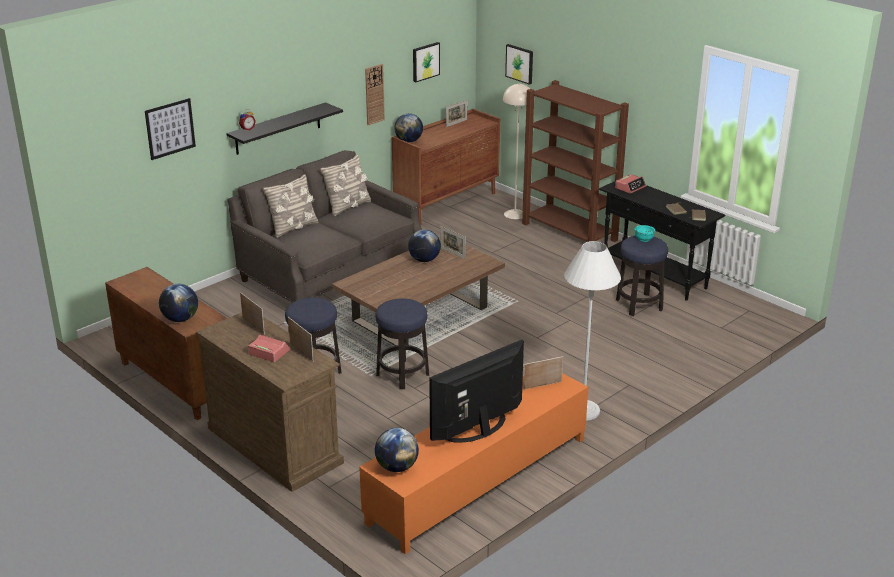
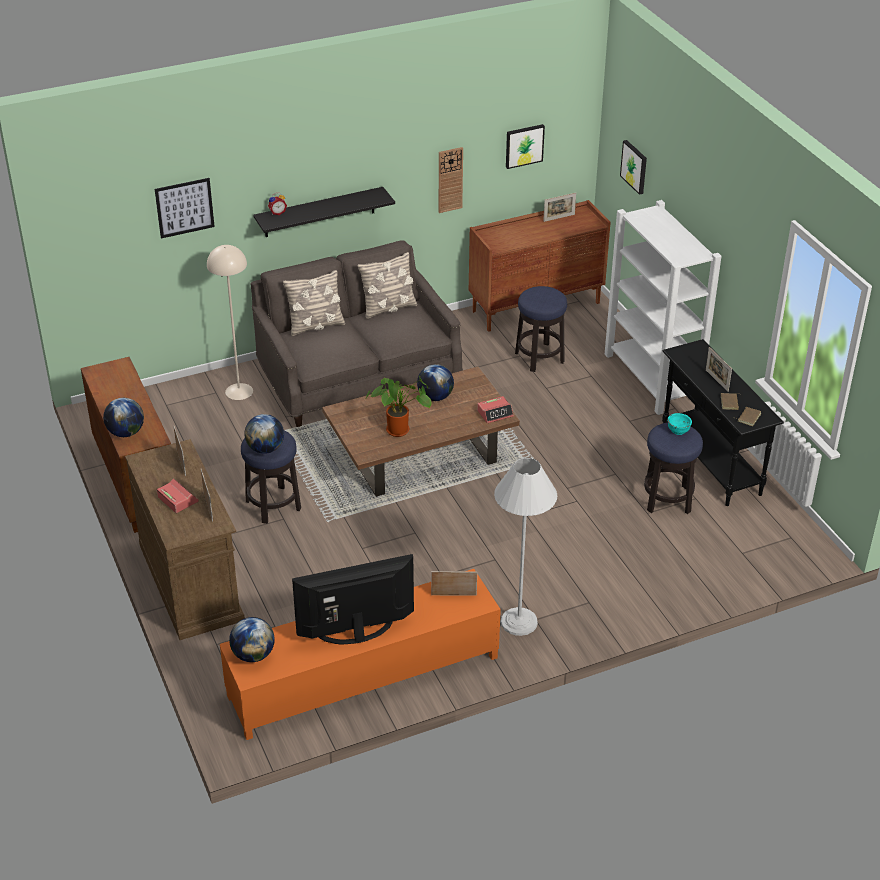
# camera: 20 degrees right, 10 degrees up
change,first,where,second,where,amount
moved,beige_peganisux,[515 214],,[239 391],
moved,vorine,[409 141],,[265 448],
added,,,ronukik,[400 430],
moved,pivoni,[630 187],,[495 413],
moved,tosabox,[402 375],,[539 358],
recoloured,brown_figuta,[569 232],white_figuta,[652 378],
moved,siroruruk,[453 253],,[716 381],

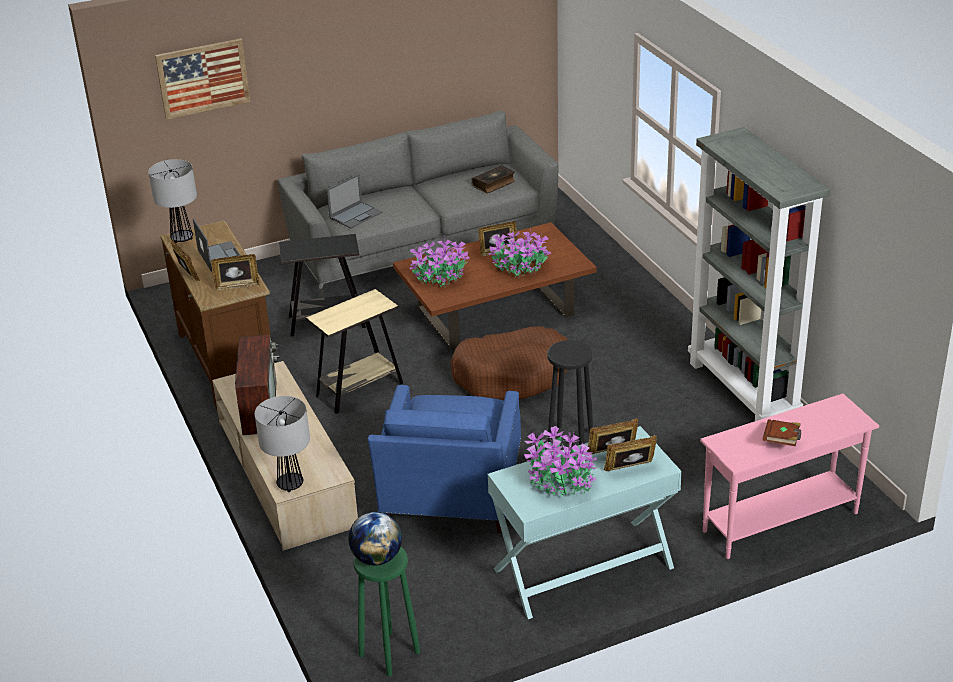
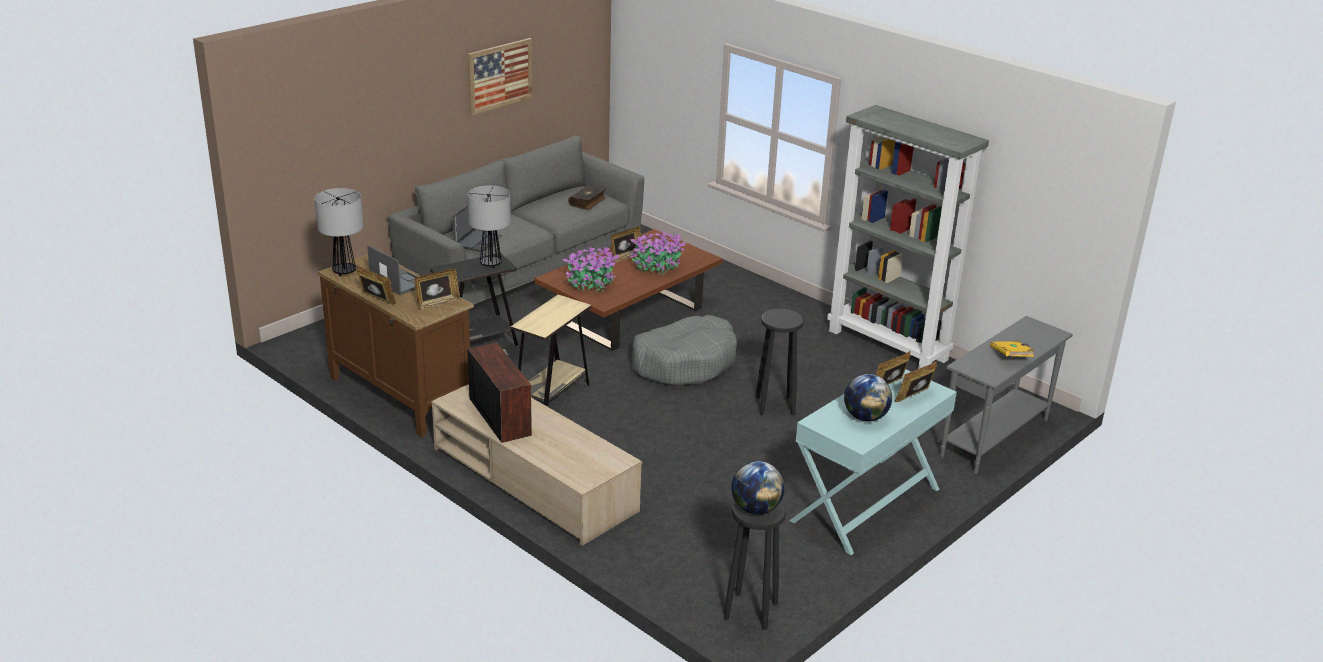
# camera: 25 degrees left, 5 degrees down
change,first,where,second,where,amount
moved,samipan,[290 485],,[491 264],
moved,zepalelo,[203 78],,[500 76],
recoloured,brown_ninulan,[512 375],grey_ninulan,[684 363],
recoloured,green_tosabox,[389 653],black_tosabox,[750 610],
replaced,ronukik,[560 482],vorine,[865 417],
recoloured,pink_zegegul,[780 523],grey_zegegul,[995 439],
recoloured,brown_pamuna,[782 441],yellow_pamuna,[1011 357],
removed,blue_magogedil,[451 491],,,

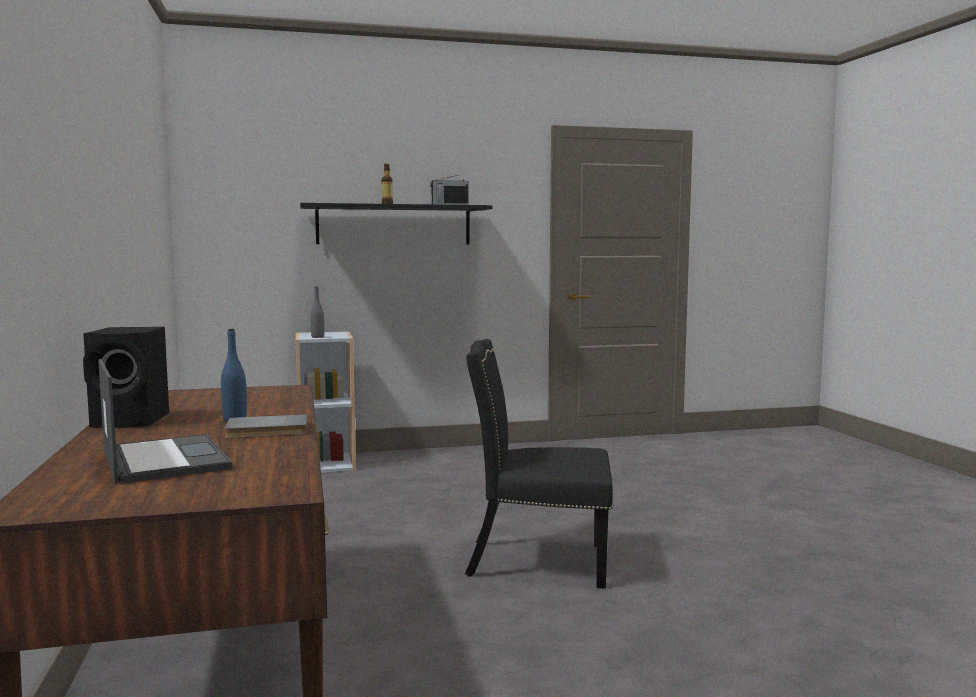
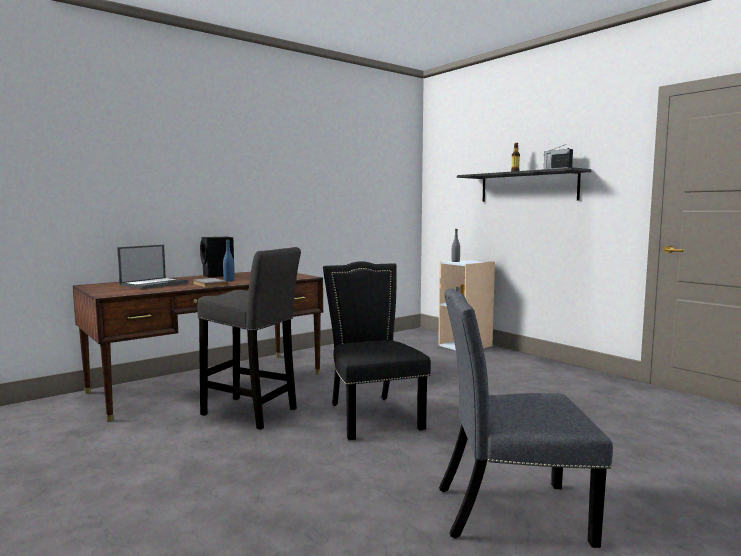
# camera: 65 degrees right, 0 degrees up
change,first,where,second,where,amount
added,,,grey_tosabox,[252 413],
added,,,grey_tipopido,[514 512],

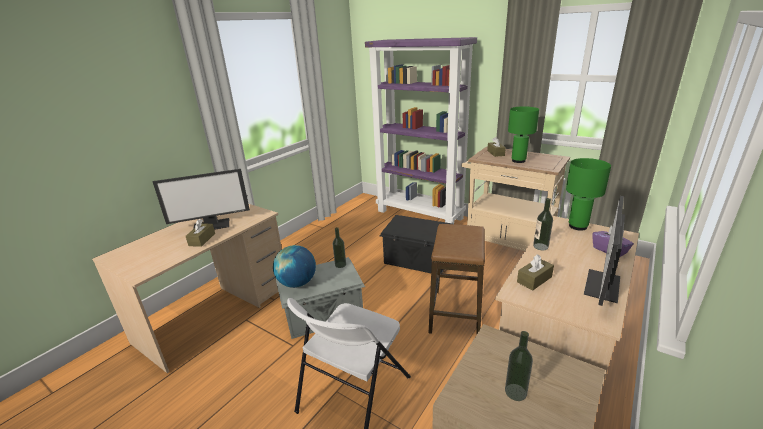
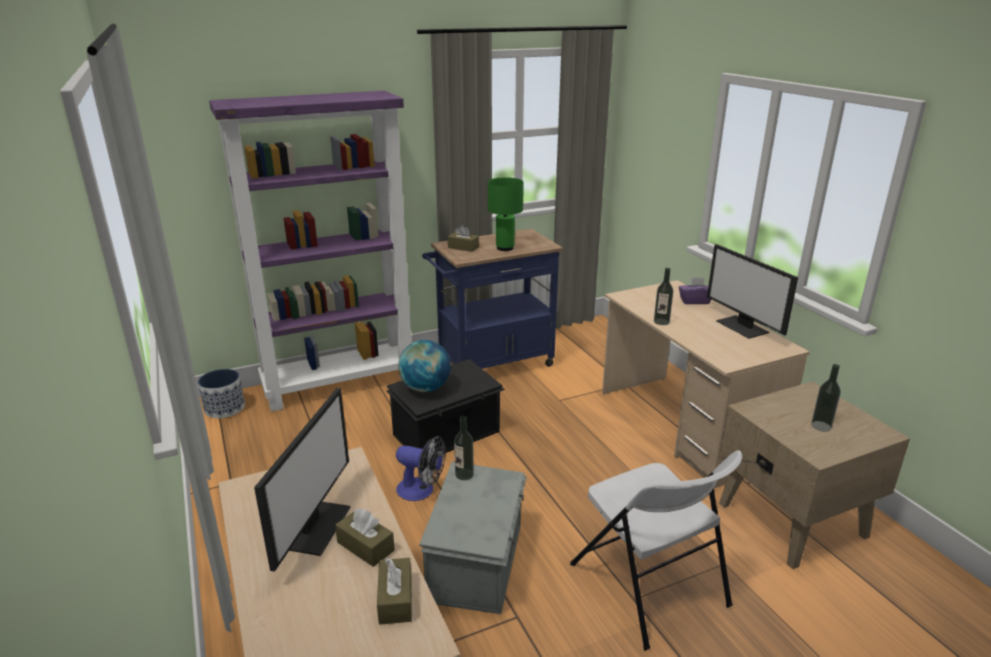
# camera: 60 degrees left, 0 degrees up
change,first,where,second,where,amount
added,,,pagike,[225 408],
moved,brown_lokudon,[534 279],,[395 599],
added,,,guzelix,[421 490],
moved,vorine,[297 283],,[425 388],
recoloured,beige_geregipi,[505 244],blue_geregipi,[491 364],
removed,tosabox,[455 313],,,
removed,green_samipan,[578 226],,,

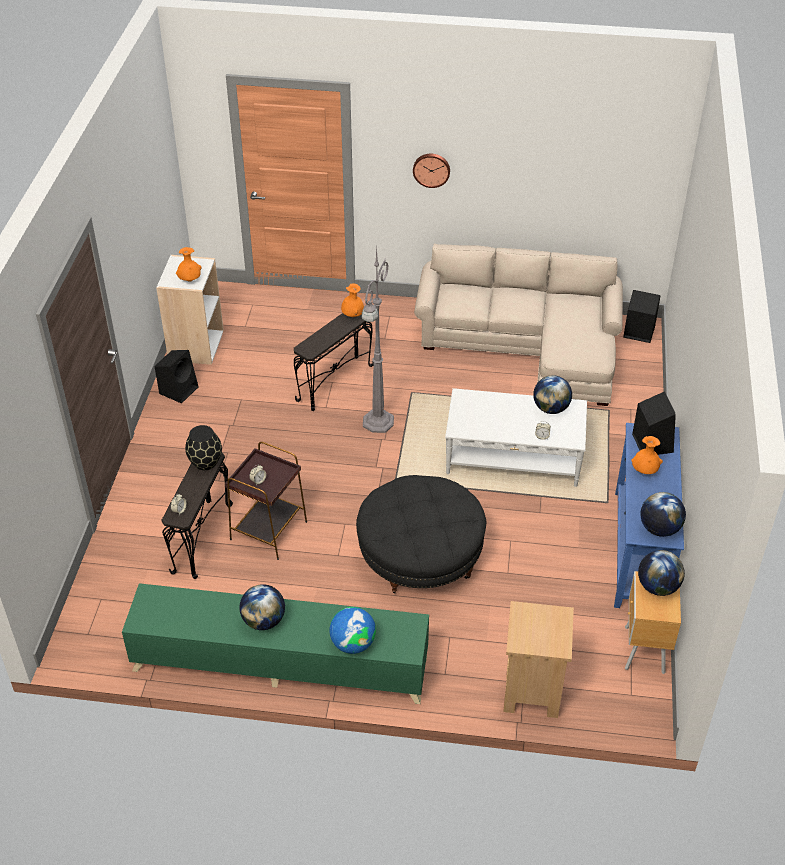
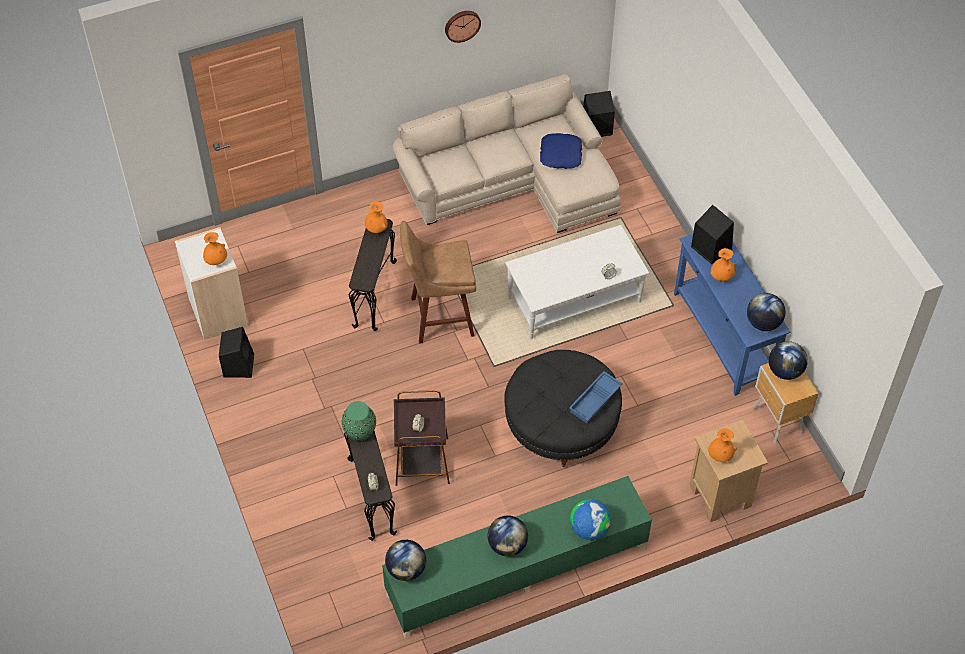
# camera: 30 degrees left, 10 degrees up
change,first,where,second,where,amount
recoloured,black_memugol,[205 463],green_memugol,[360 432],
moved,vorine,[551 408],,[406 569],
replaced,grey_peganisux,[377 423],brown_tosabox,[439 317],
moved,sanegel,[431 169],,[462 25],
added,,,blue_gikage,[561 155],
added,,,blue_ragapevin,[595 400],
added,,,orange_memugol,[720 456],

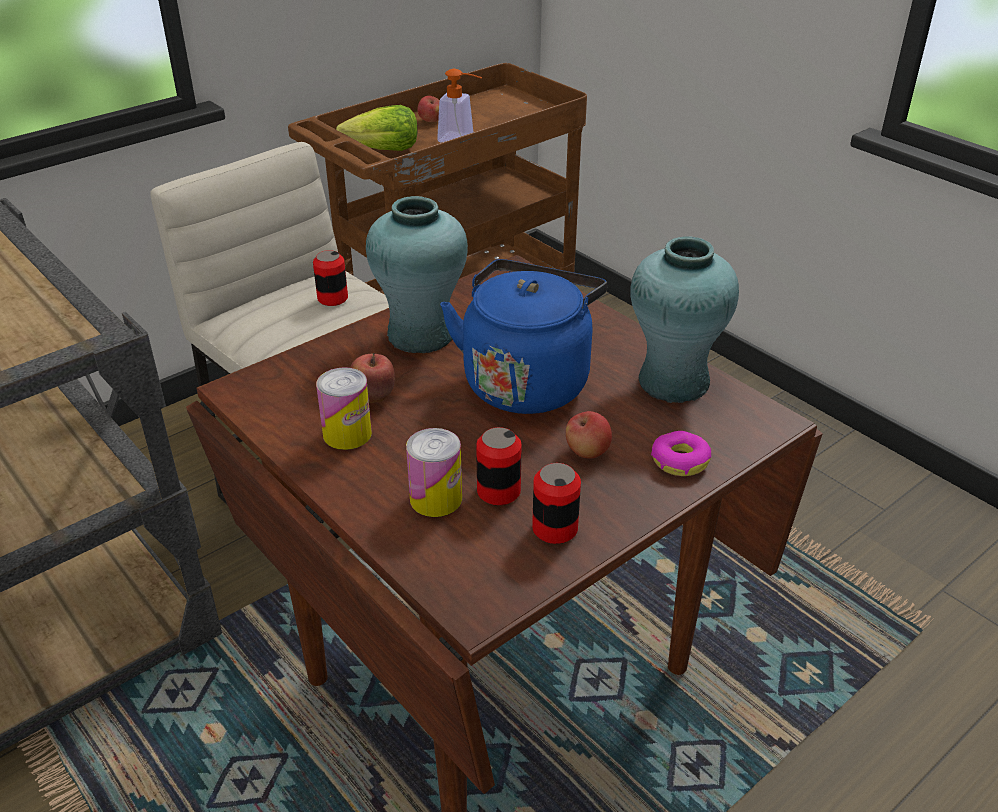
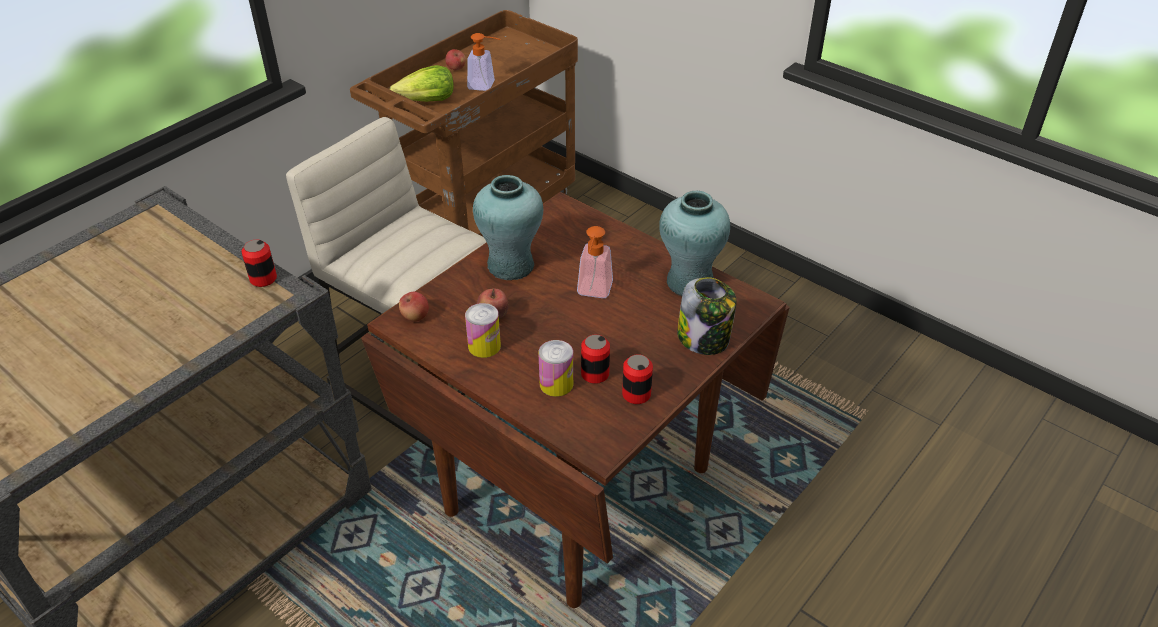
# camera: 10 degrees left, 5 degrees up
change,first,where,second,where,amount
moved,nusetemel,[332 298],,[263 279],
moved,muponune,[587 452],,[415 317],
replaced,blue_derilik,[527 381],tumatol,[593 292],
replaced,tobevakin,[679 461],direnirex,[704 339],

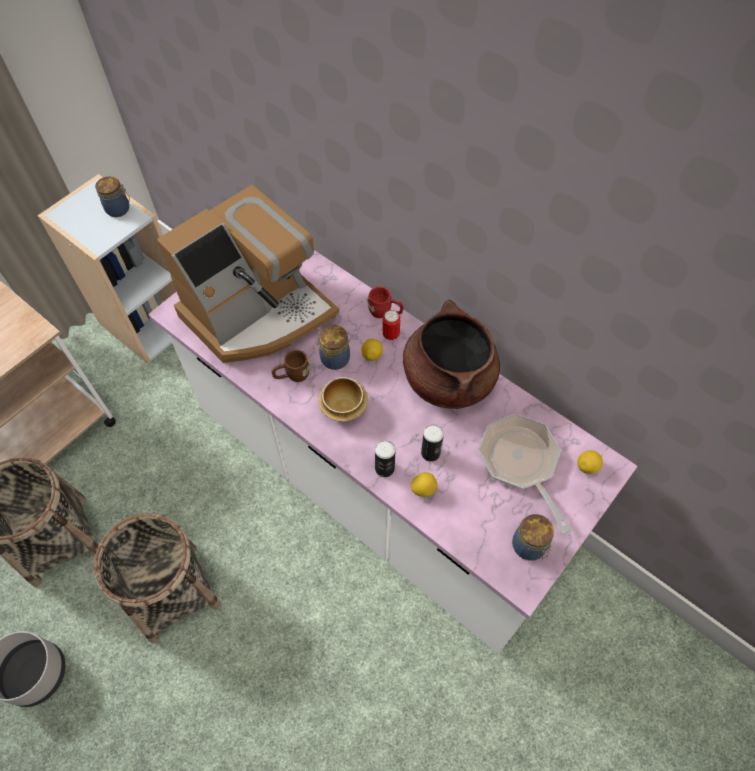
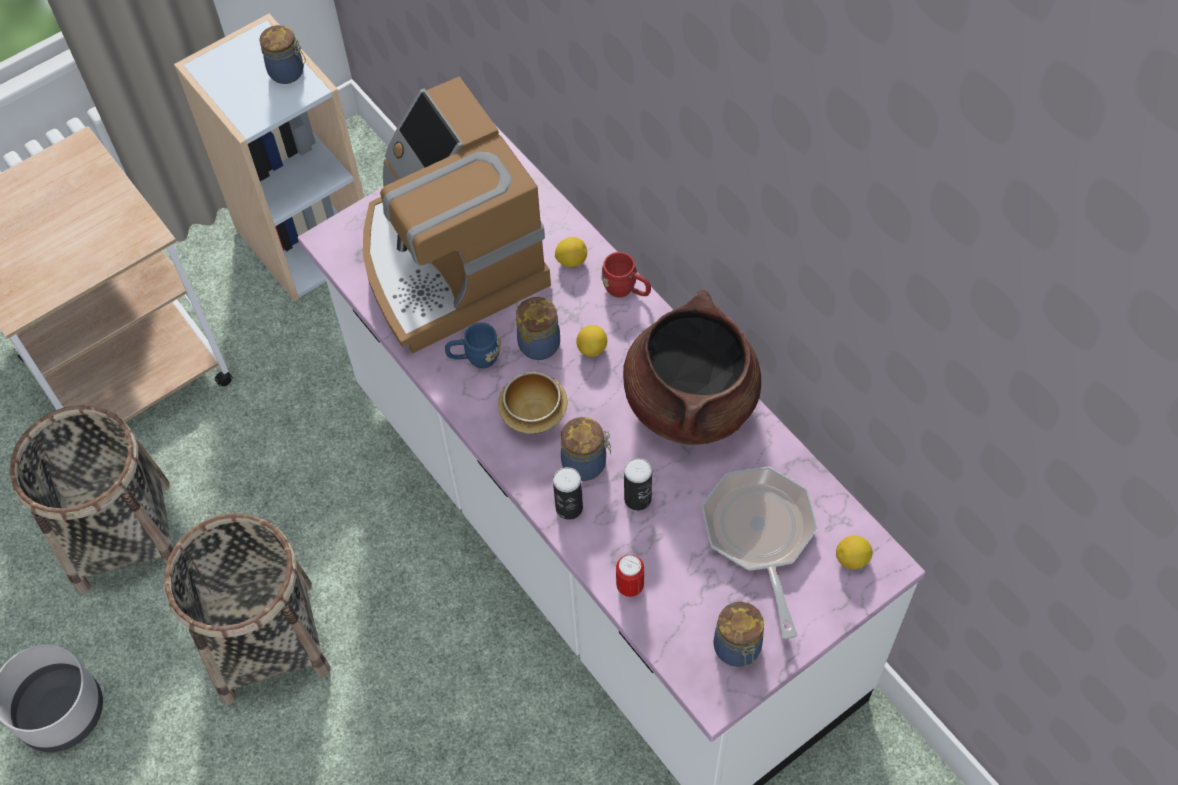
# camera: 15 degrees right, 0 degrees up
change,first,where,second,where,amount
turned,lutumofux,[258 314],,[447 262],90 degrees clockwise
recoloured,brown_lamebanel,[292 376],blue_lamebanel,[475 358],
moved,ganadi,[423 489],,[571 261],
added,,,direnirex,[586 463],
moved,nusetemel,[391 335],,[630 586],

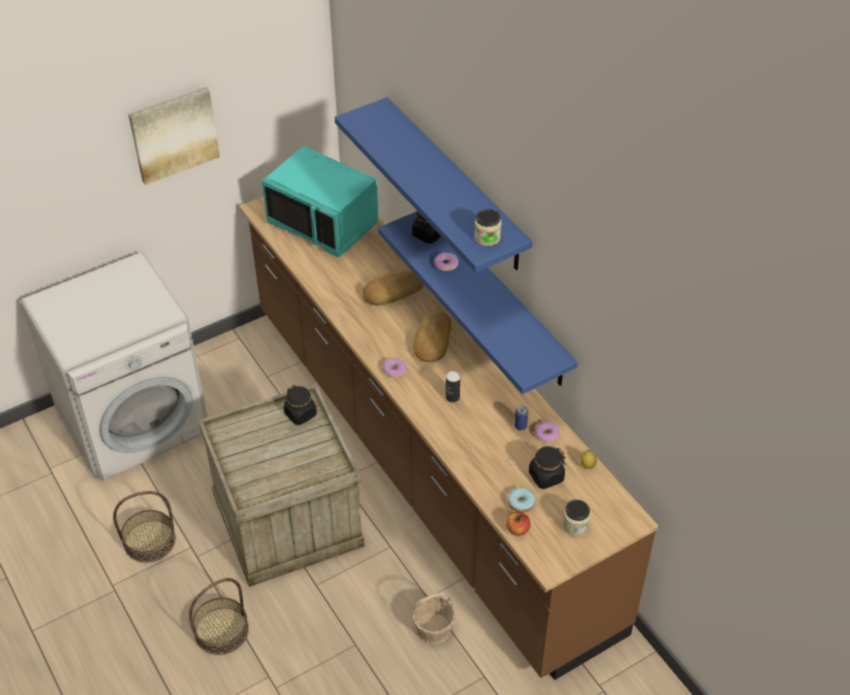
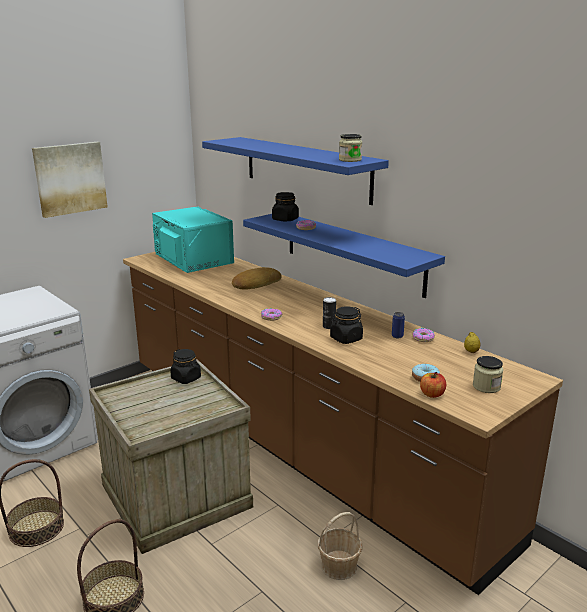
# camera: 10 degrees left, 25 degrees down
change,first,where,second,where,amount
turned,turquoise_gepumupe,[324 223],,[192 261],150 degrees counterclockwise
moved,black_direnirex,[546 476],,[346 339],
removed,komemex,[431 340],,,

